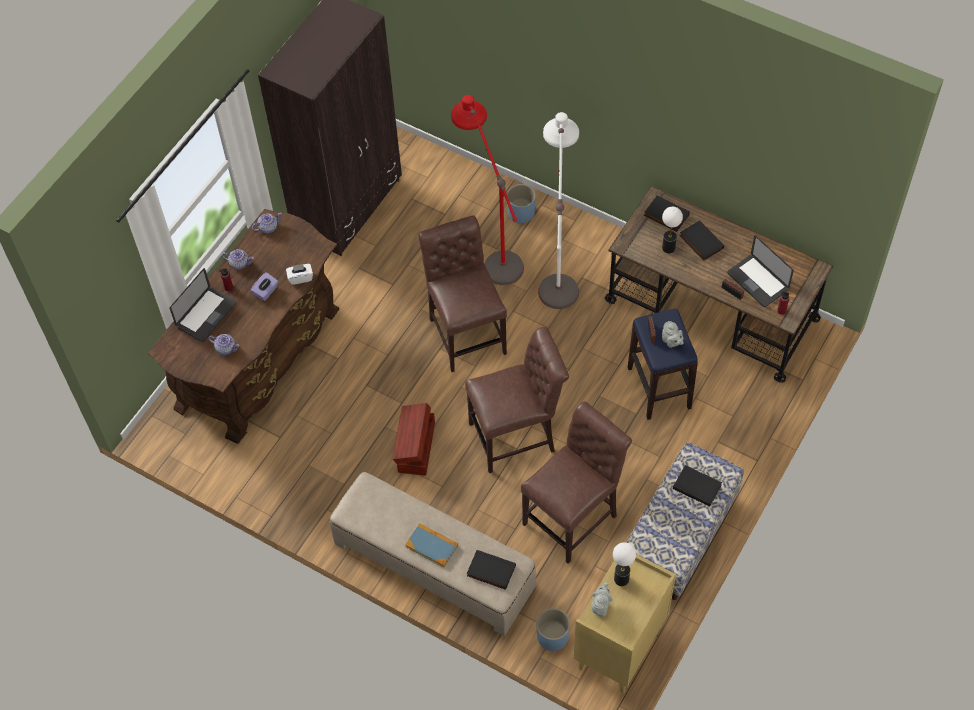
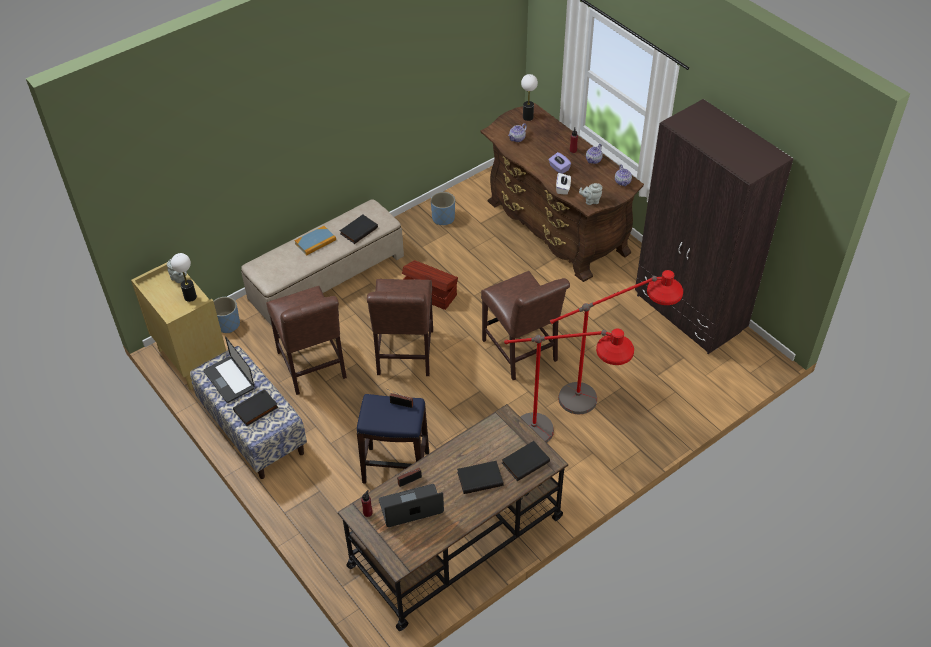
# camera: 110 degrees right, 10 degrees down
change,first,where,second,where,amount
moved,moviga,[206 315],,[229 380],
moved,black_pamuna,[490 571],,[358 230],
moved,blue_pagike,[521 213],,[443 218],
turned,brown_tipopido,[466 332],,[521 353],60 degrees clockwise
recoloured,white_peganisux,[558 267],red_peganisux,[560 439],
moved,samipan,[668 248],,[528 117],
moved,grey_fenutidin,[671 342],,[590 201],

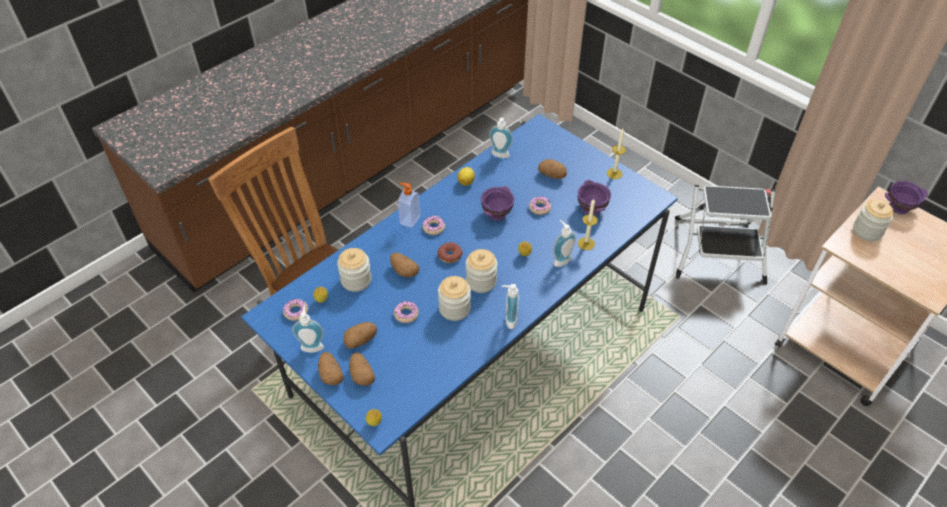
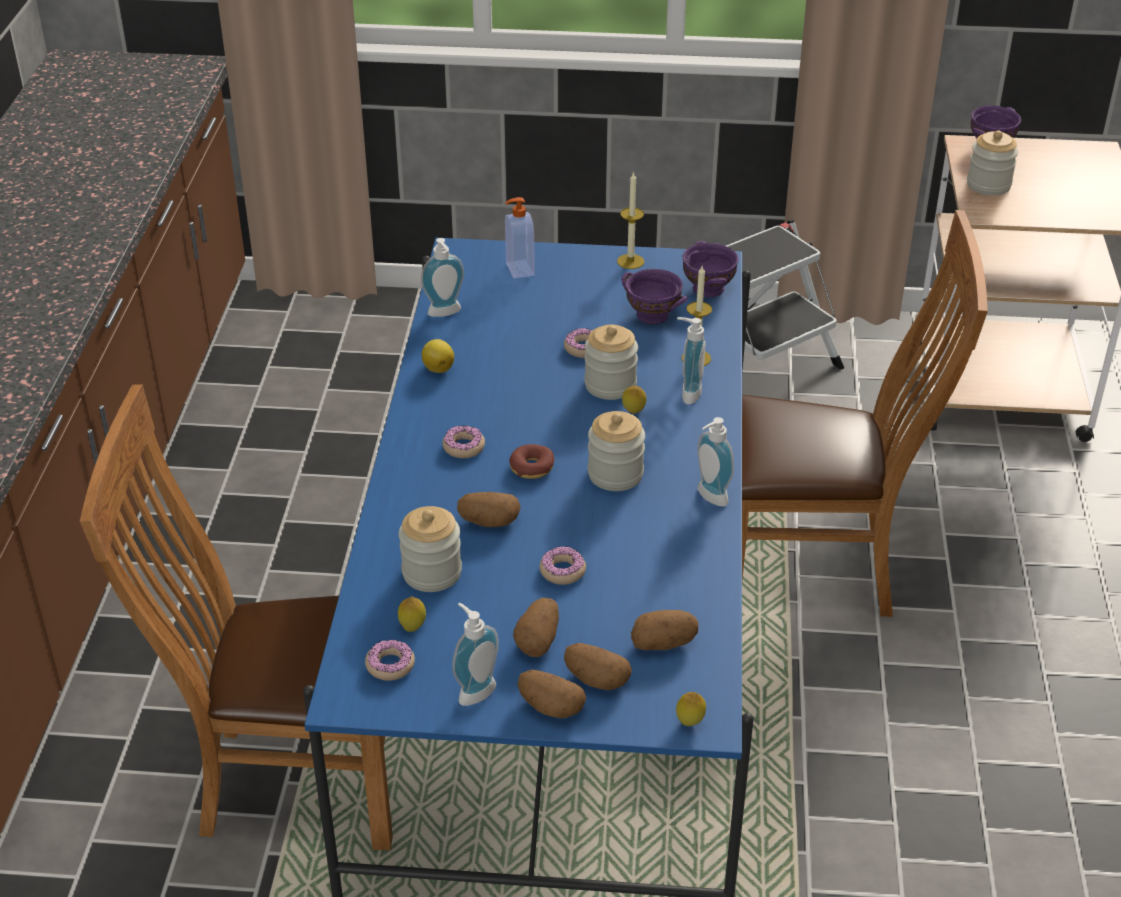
# camera: 40 degrees left, 10 degrees down
change,first,where,second,where,amount
moved,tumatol,[409 220],,[519 269],
moved,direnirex,[454 308],,[610 385],
moved,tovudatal,[552 175],,[663 643],
moved,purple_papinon,[496 214],,[707 289],
added,,,brown_tipopido,[817 570],

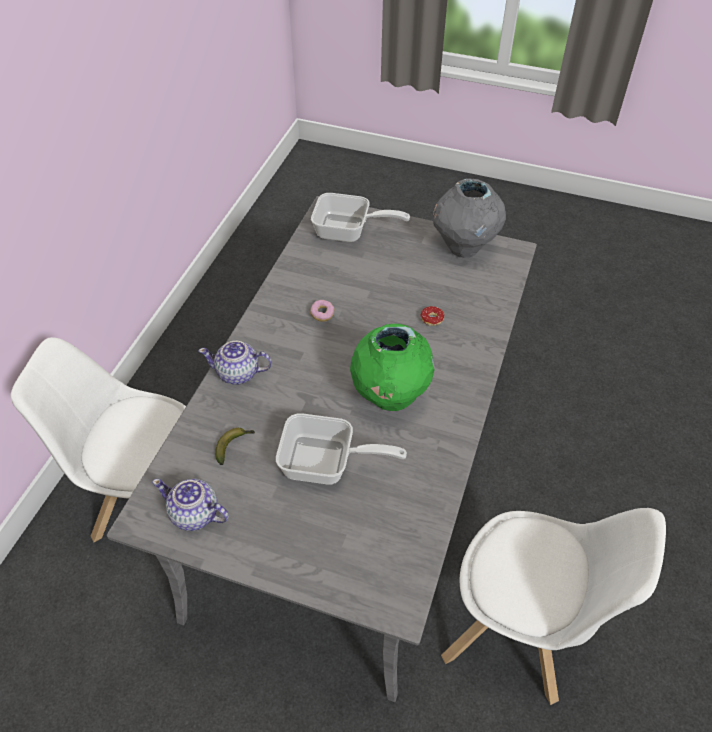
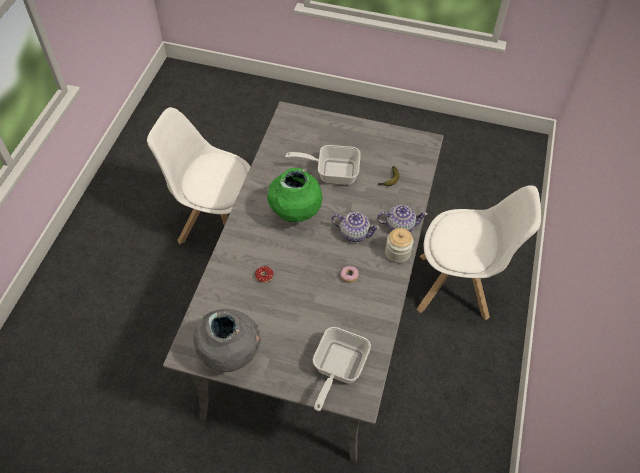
# camera: 175 degrees right, 5 degrees up
change,first,where,second,where,amount
turned,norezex,[349 232],,[337 369],75 degrees counterclockwise
moved,fenutidin,[195 514],,[354 233],
added,,,direnirex,[397 253],

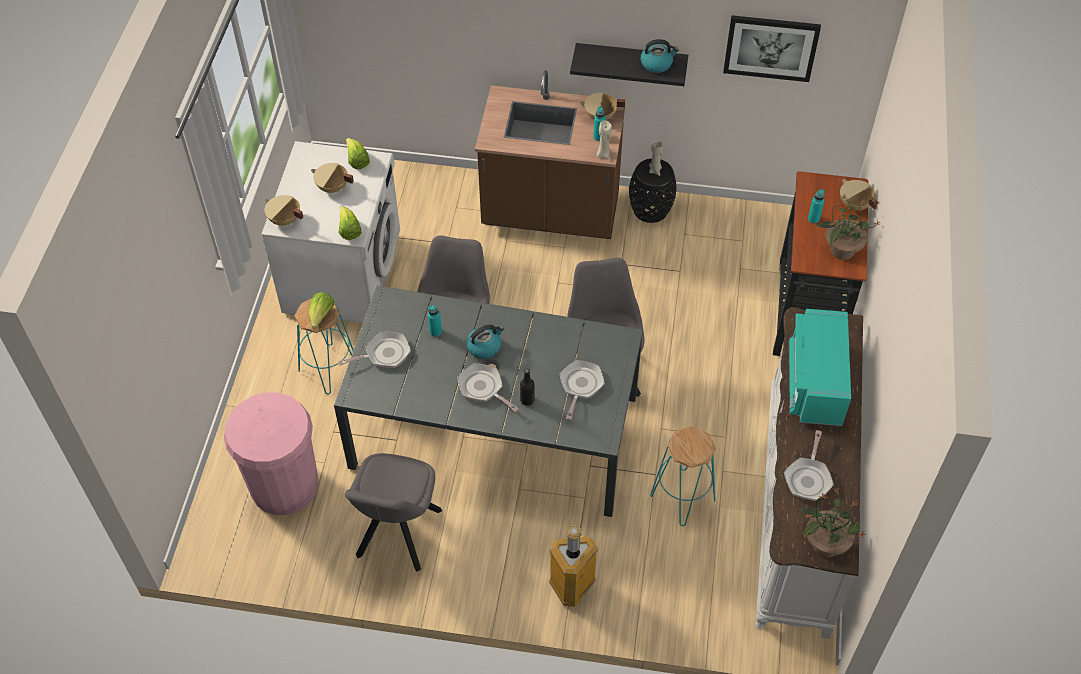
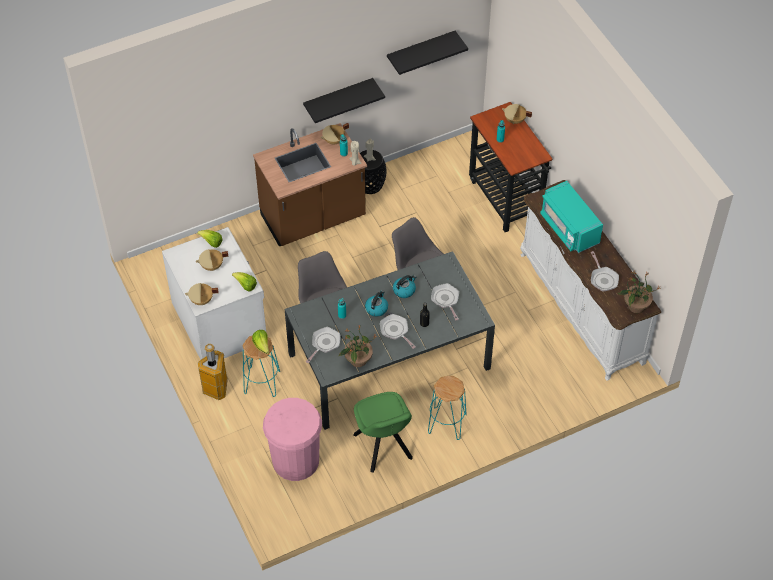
# camera: 35 degrees left, 0 degrees up
change,first,where,second,where,amount
moved,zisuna,[573 586],,[217 388],
moved,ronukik,[841 250],,[357 360],
recoloured,grey_tipopido,[398 533],green_tipopido,[383 446],
turned,norezex,[483 388],,[395 331],45 degrees clockwise
replaced,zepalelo,[771 47],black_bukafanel,[421 51],
moved,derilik,[657 64],,[404 290],
moved,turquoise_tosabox,[682 497],,[446 423],

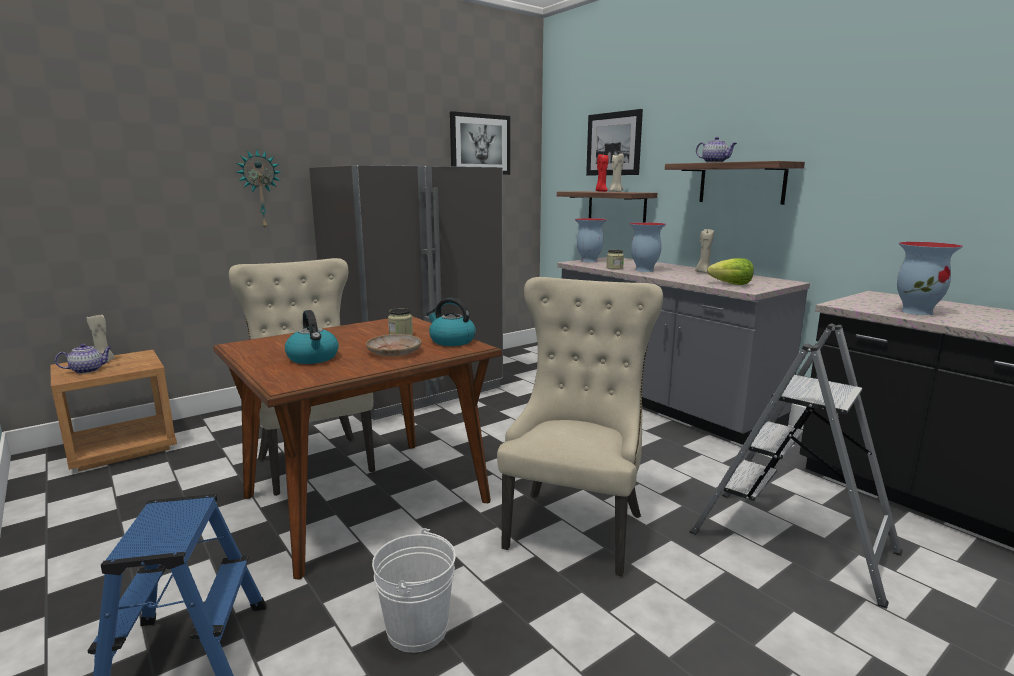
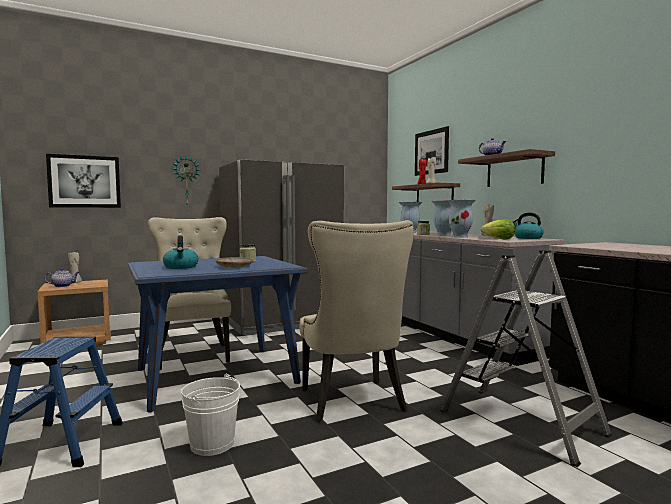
# camera: 10 degrees right, 10 degrees down
change,first,where,second,where,amount
moved,zepalelo,[480 144],,[84 181],
recoloured,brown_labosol,[365 499],blue_labosol,[215 376],
turned,beige_tipopido,[574 528],,[352 402],135 degrees clockwise
moved,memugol,[917 312],,[460 236],
moved,derilik,[451 341],,[527 238],

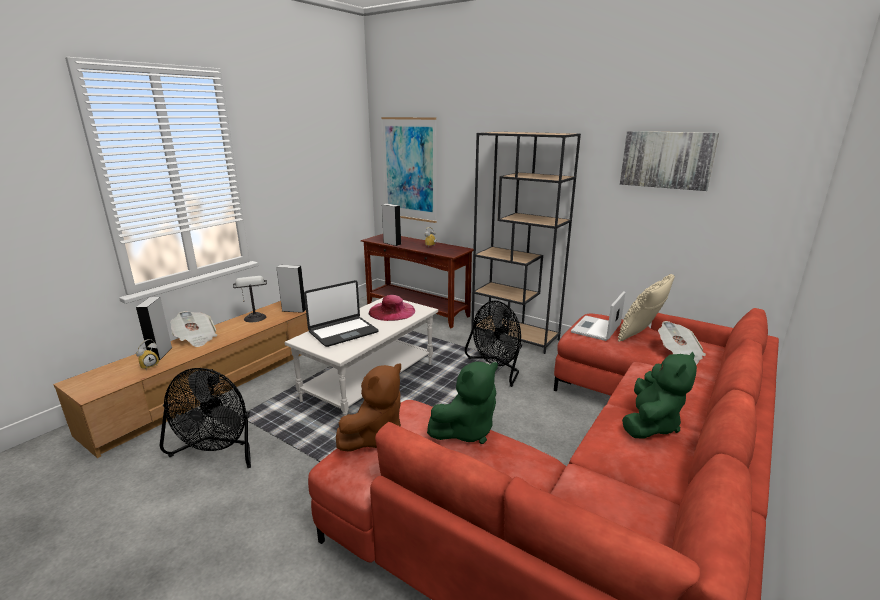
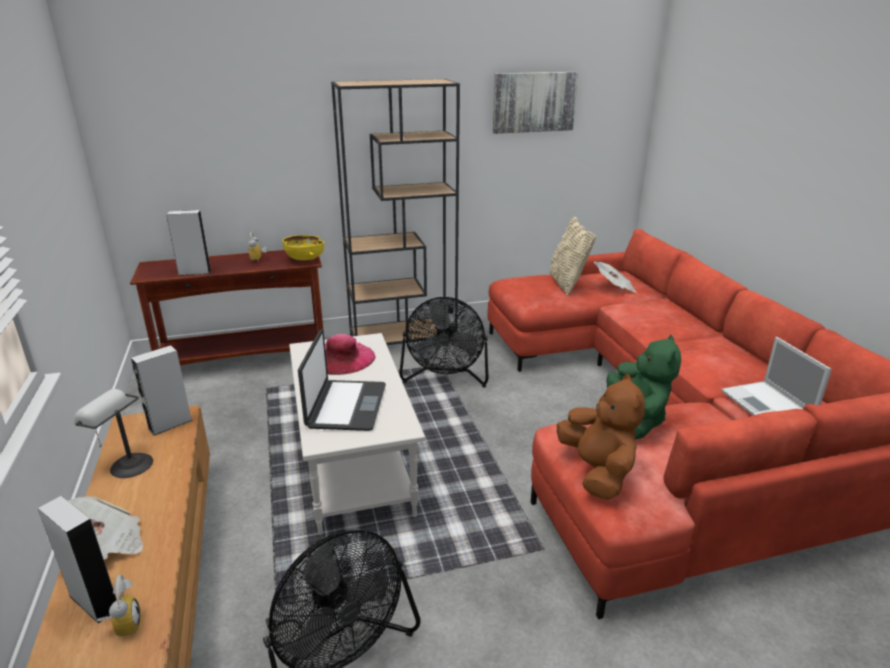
# camera: 50 degrees left, 5 degrees up
change,first,where,second,where,amount
added,,,yellow_papinon,[304 259],
moved,moviga,[596 329],,[768 405],
removed,zepalelo,[409 169],,,
removed,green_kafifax,[650 424],,,

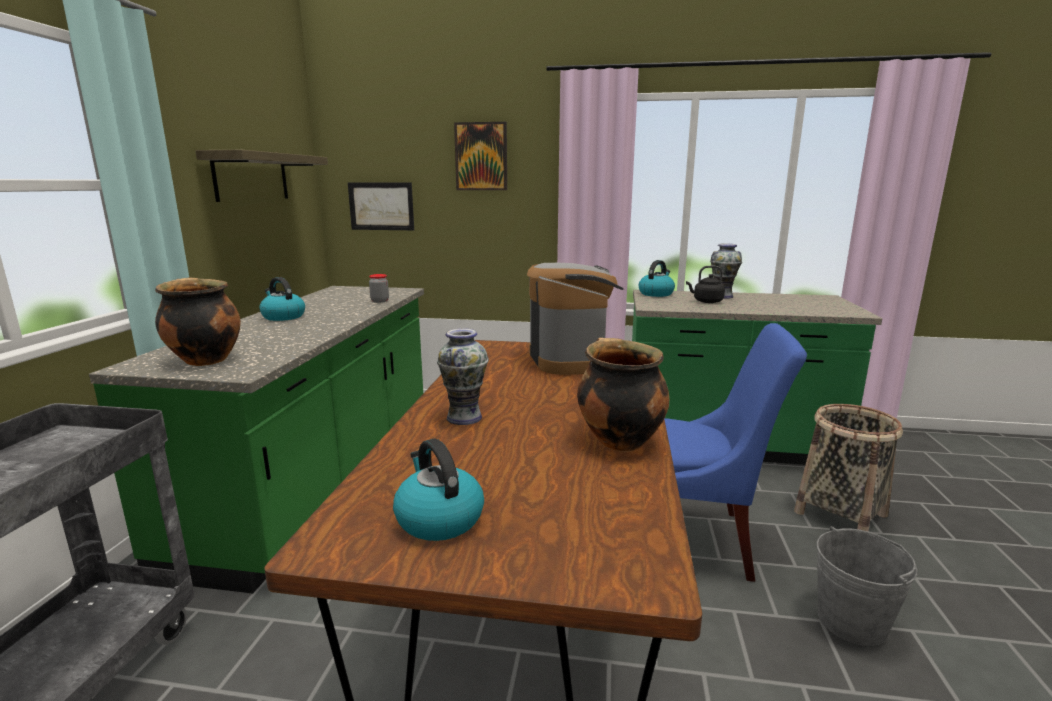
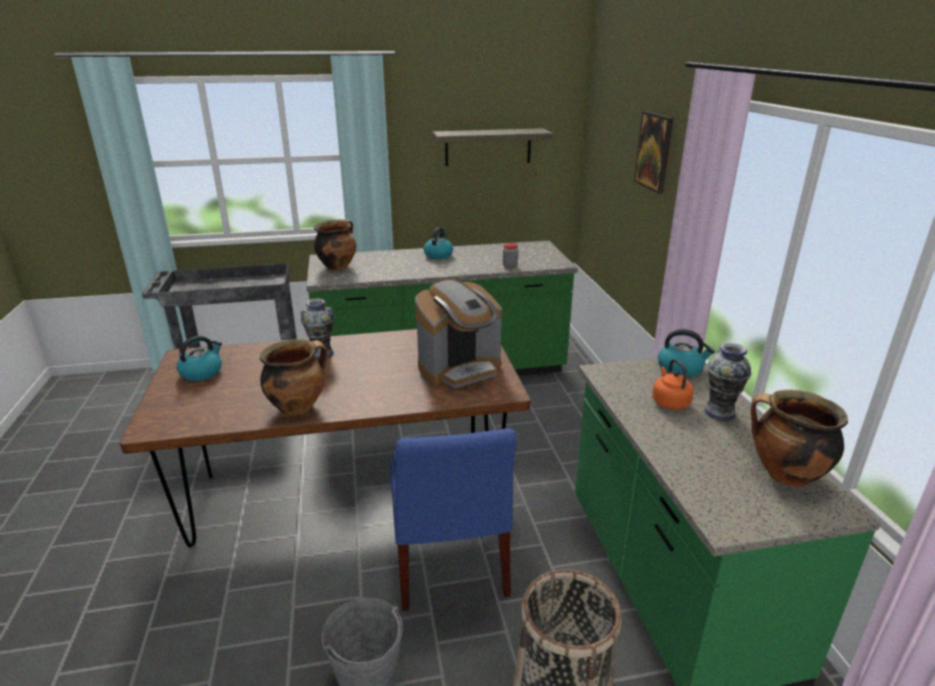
# camera: 70 degrees right, 10 degrees up
change,first,where,second,where,amount
recoloured,black_derilik,[706 301],orange_derilik,[669 402],
added,,,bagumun,[784 475],
removed,zepalelo,[381 206],,,

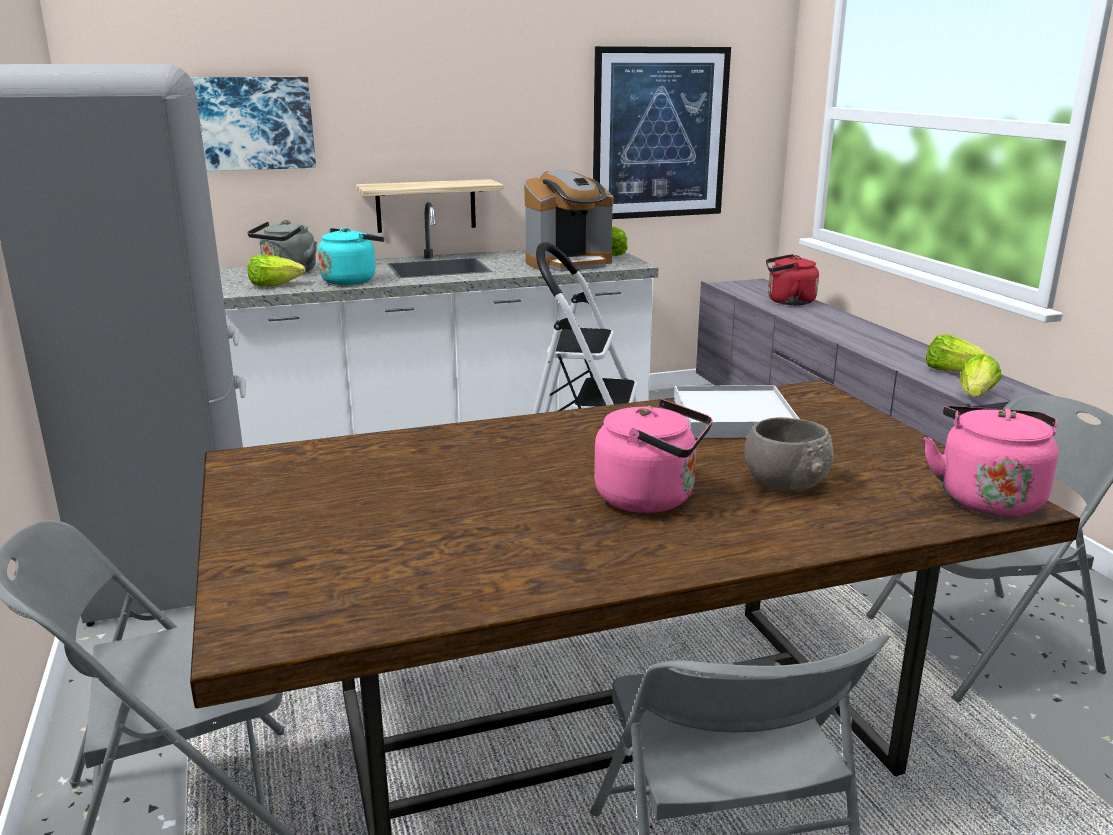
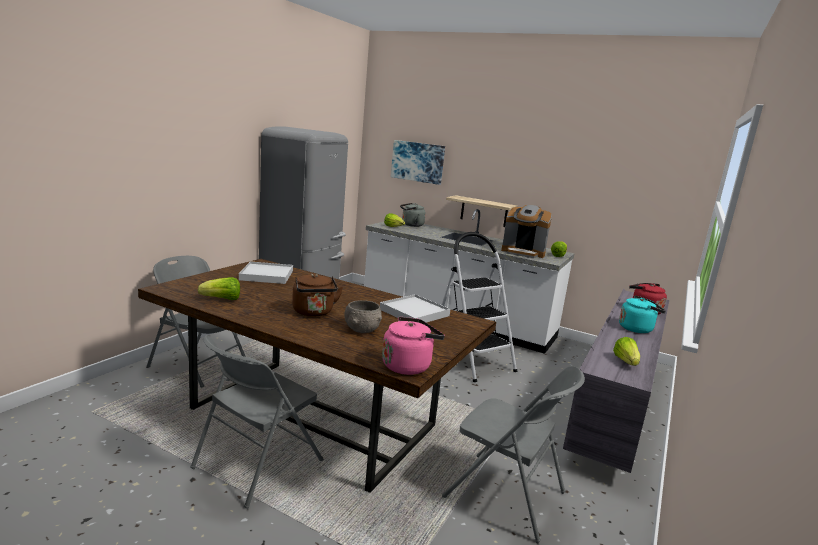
# camera: 45 degrees right, 5 degrees down
change,first,where,second,where,amount
moved,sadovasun,[976 396],,[222 299],
added,,,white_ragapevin,[267 275],
recoloured,pink_derilik,[651 498],brown_derilik,[313 312],
moved,turquoise_derilik,[351 280],,[637 329],
removed,zepalelo,[660 134],,,

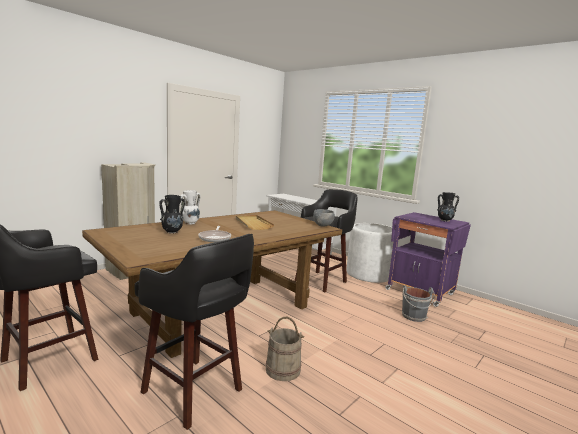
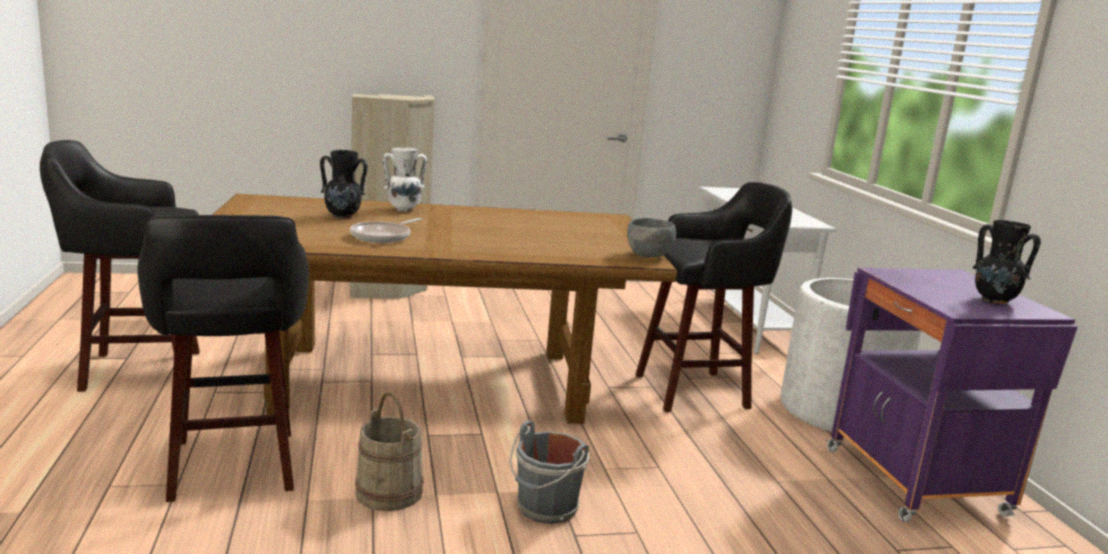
# camera: 35 degrees right, 5 degrees up
change,first,where,second,where,amount
moved,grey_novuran,[414 316],,[546 508],
removed,beige_ragapevin,[253 224],,,

